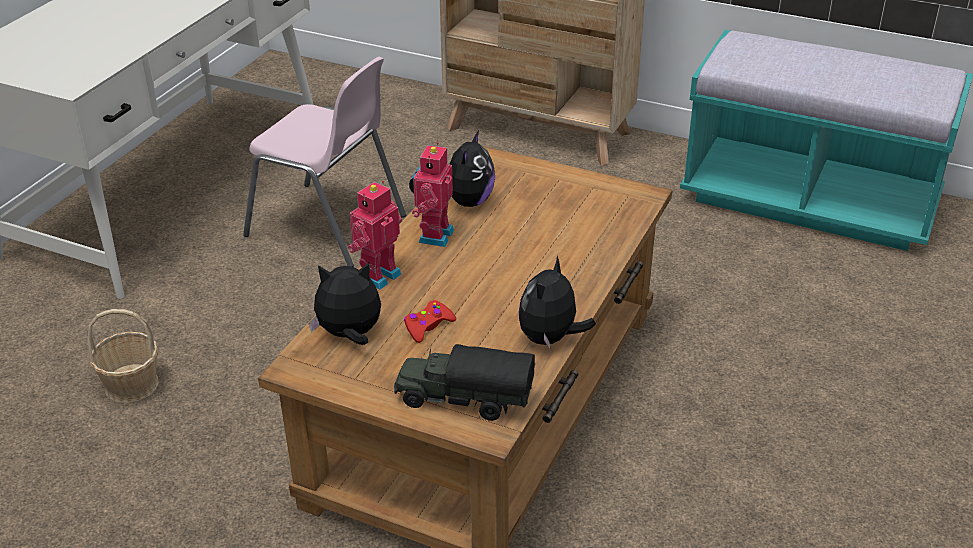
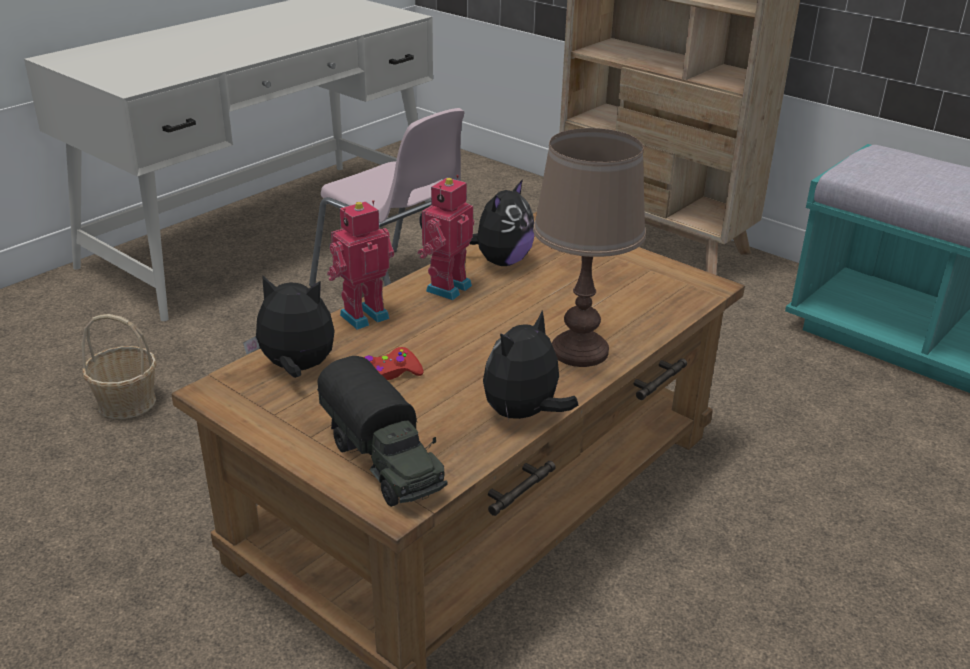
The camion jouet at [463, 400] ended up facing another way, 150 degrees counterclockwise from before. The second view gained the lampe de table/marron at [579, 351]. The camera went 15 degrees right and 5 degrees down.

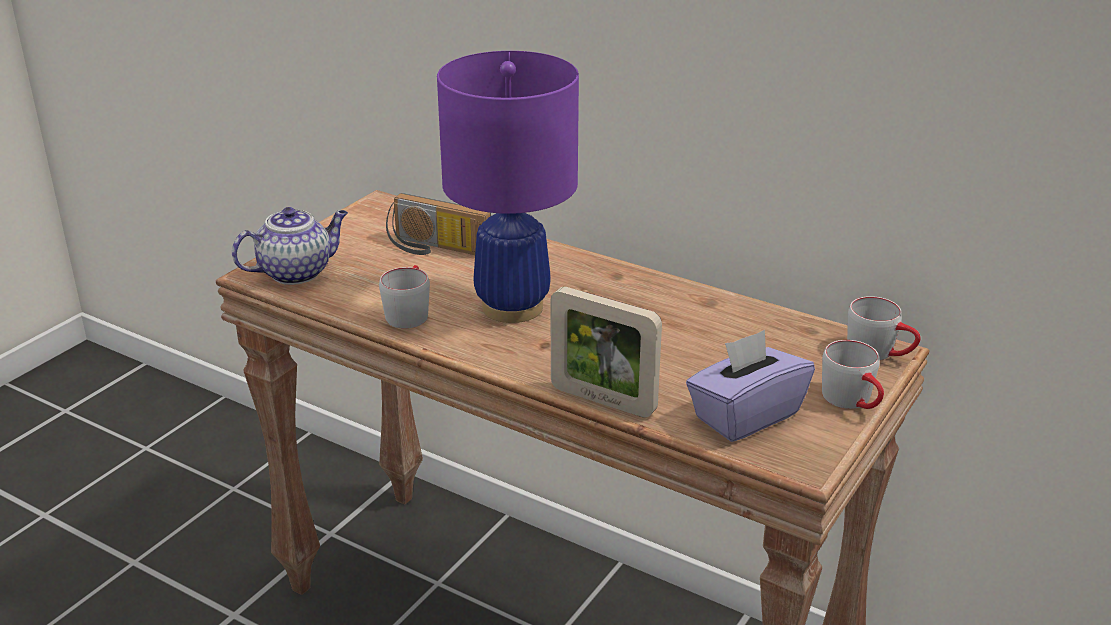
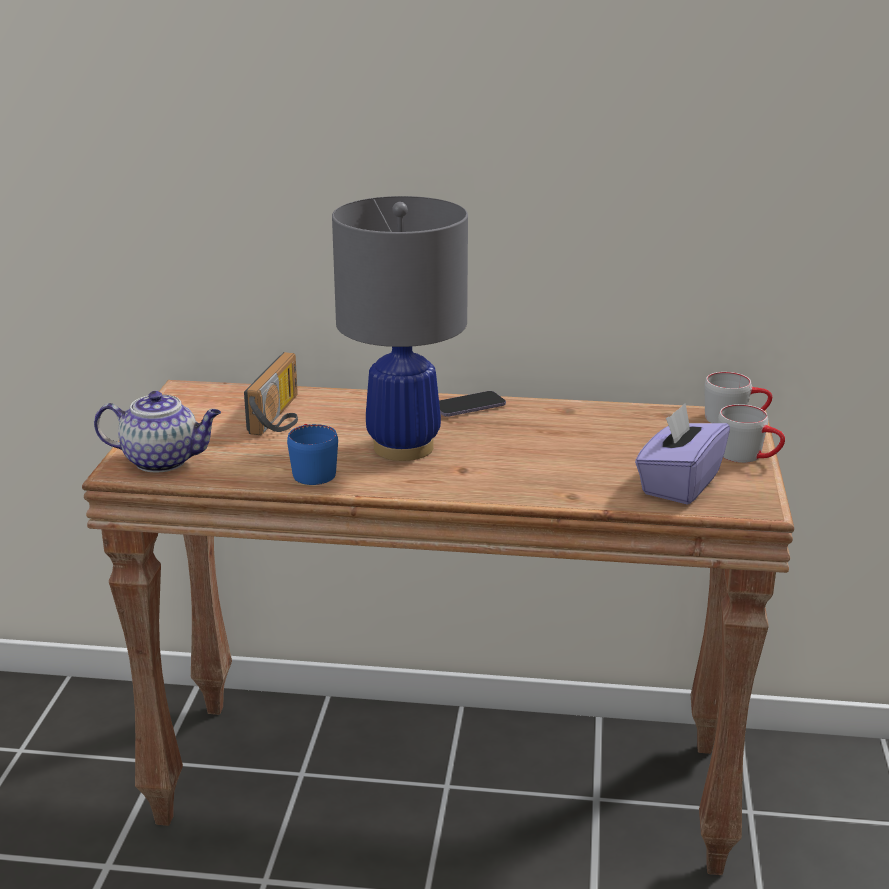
The théière at [297, 272] ended up facing another way, 60 degrees clockwise from before. What was the mug/gris at [409, 312] turned into the mug/bleu at [311, 470]. The radio at [435, 249] ended up facing another way, 75 degrees counterclockwise from before. What was the lampe de table/violet at [512, 307] turned into the lampe de table/gris at [402, 447]. The second view lost the cadre photo at [603, 400]. The second view gained the téléphone at [469, 406]. The camera went 25 degrees left and 5 degrees down.

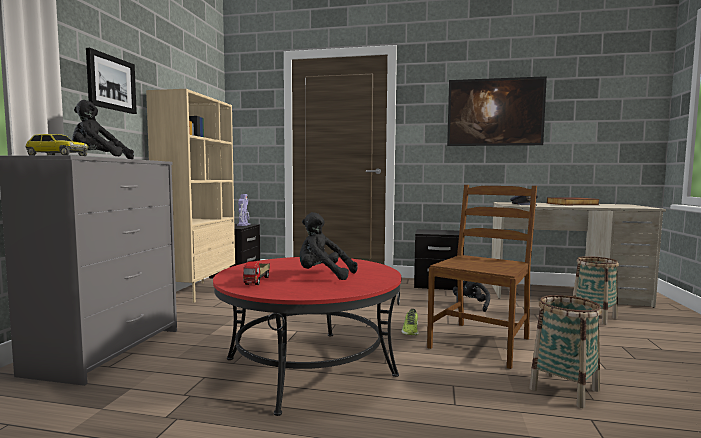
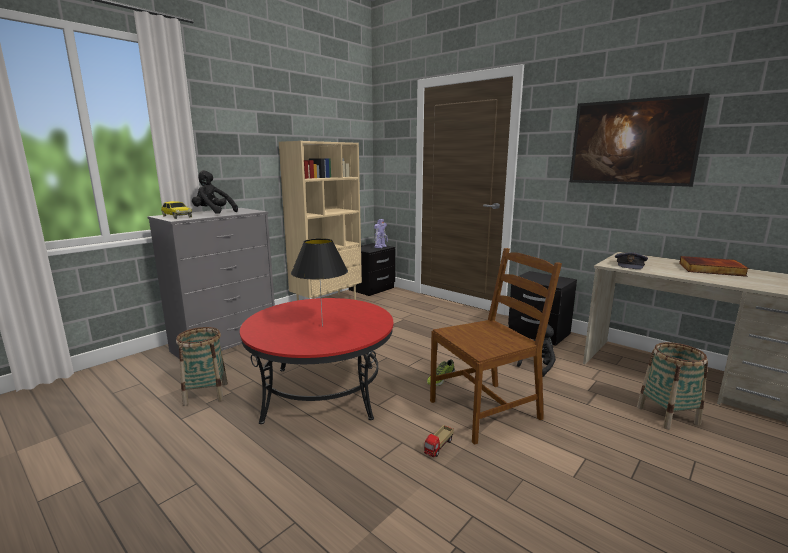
The second view lost the tableau at [111, 83]. The camion jouet ended up elsewhere, having gone from [257, 281] to [439, 447]. Where the peluche/noir stood at [323, 275], the lampe de table/noir came to stand at [322, 326]. The panier ended up elsewhere, having gone from [564, 389] to [206, 394]. The camera went 30 degrees right and 10 degrees up.

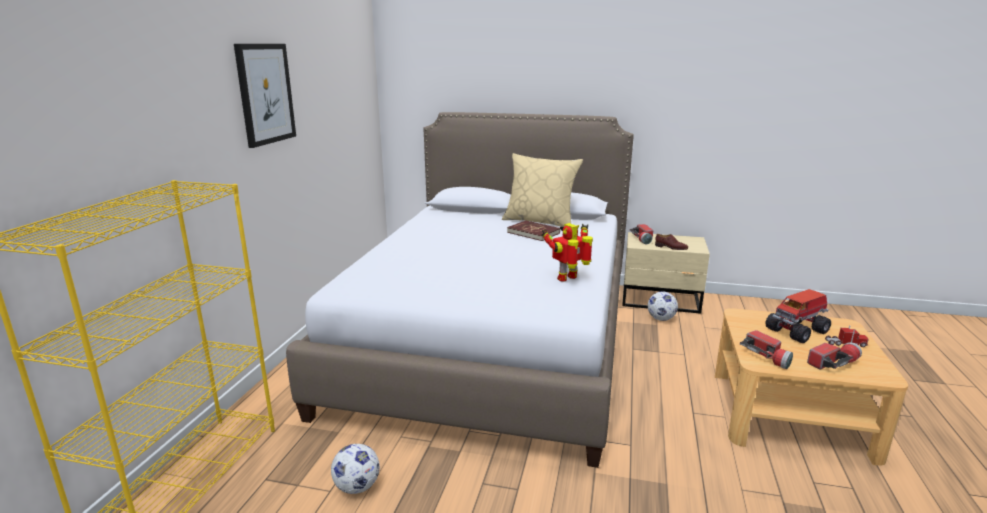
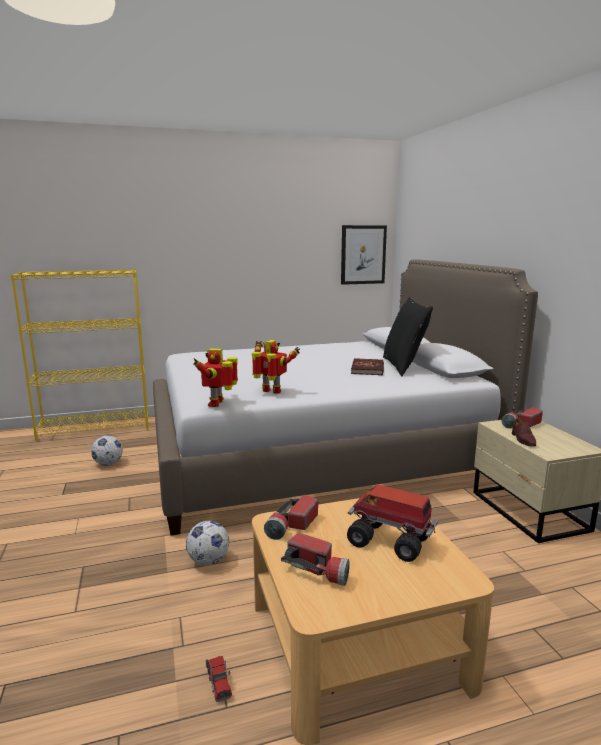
The tableau ended up elsewhere, having gone from [265, 94] to [363, 255]. What was the coussin/beige at [540, 221] turned into the coussin/noir at [404, 366]. The ballon de foot ended up elsewhere, having gone from [661, 319] to [209, 561]. The camion jouet ended up elsewhere, having gone from [845, 344] to [218, 681]. The second view gained the robot jouet at [218, 403]. The camera went 60 degrees right and 5 degrees down.

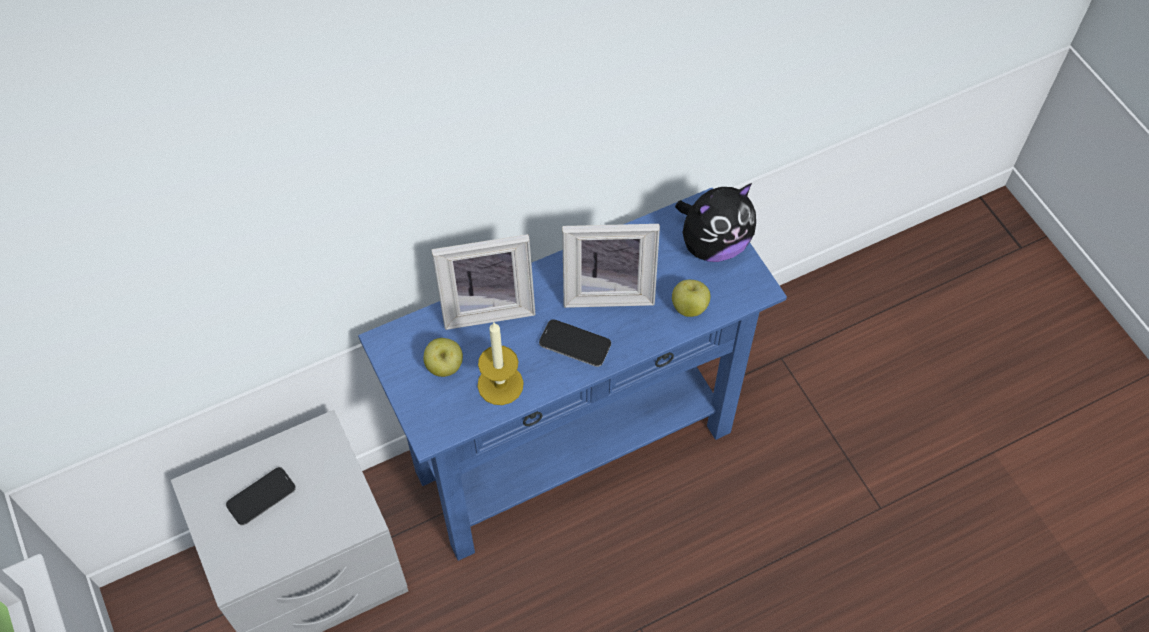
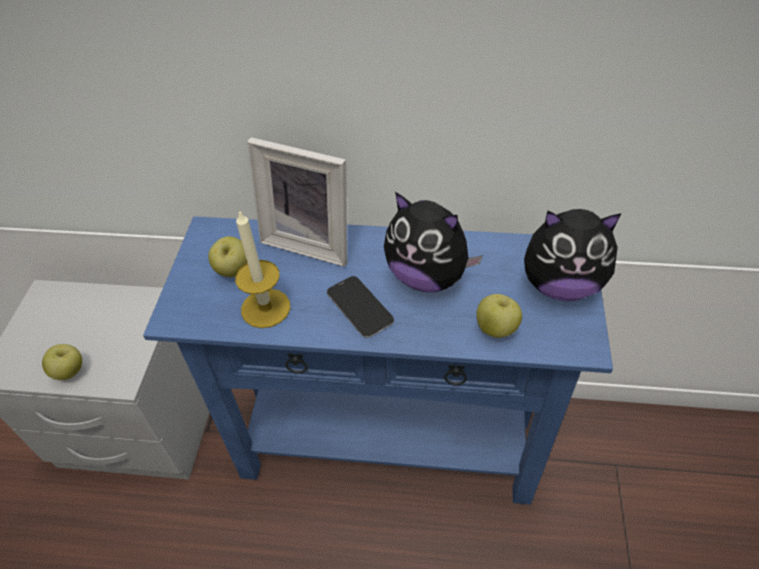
The second view lost the téléphone at [261, 497]. Where the cadre photo stood at [608, 289], the peluche came to stand at [427, 276]. The second view gained the pomme at [69, 371]. The camera went 35 degrees right and 10 degrees down.

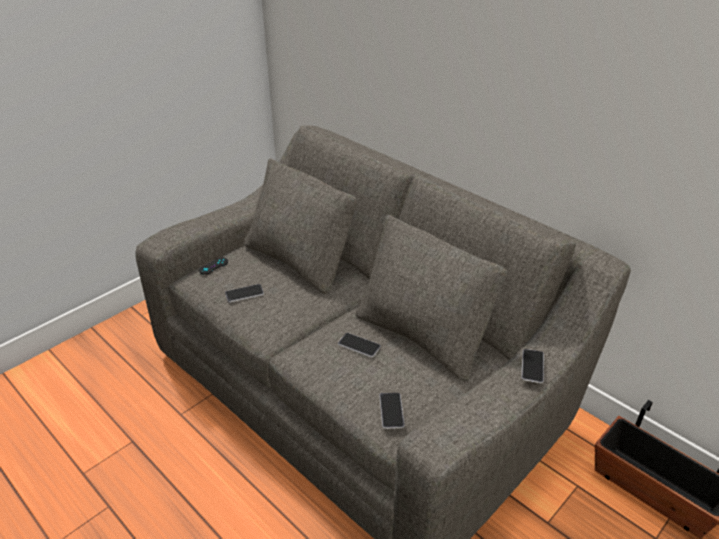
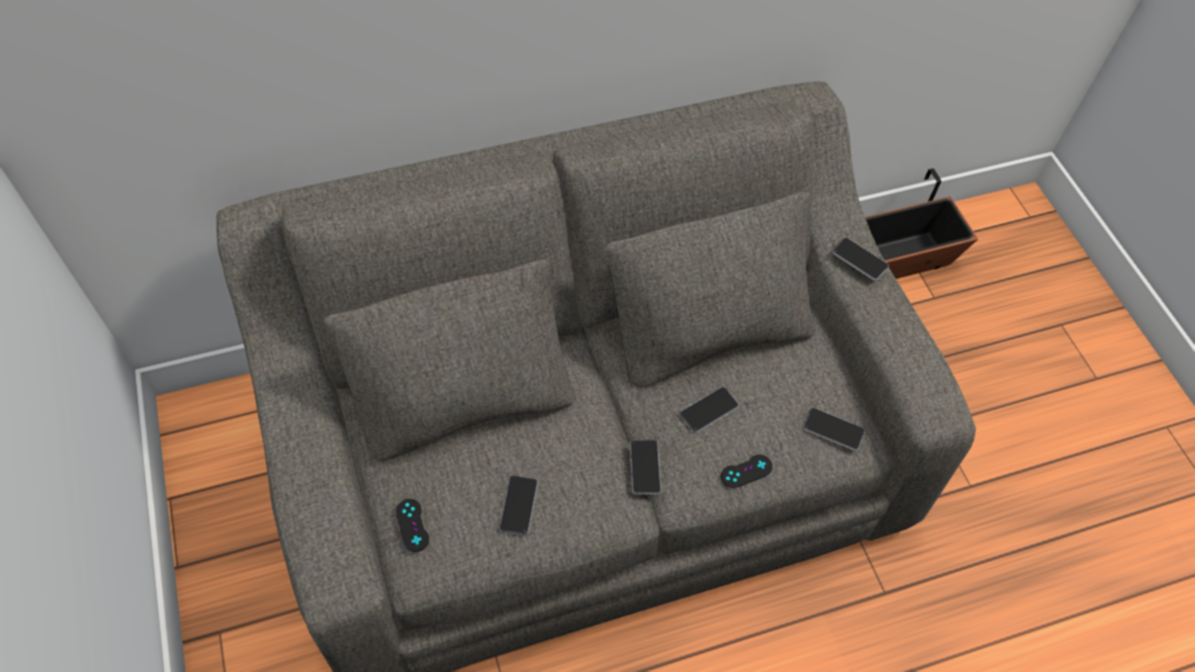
The second view gained the téléphone at [645, 467]. The second view gained the manette/noir at [746, 471]. The camera went 65 degrees left and 20 degrees up.

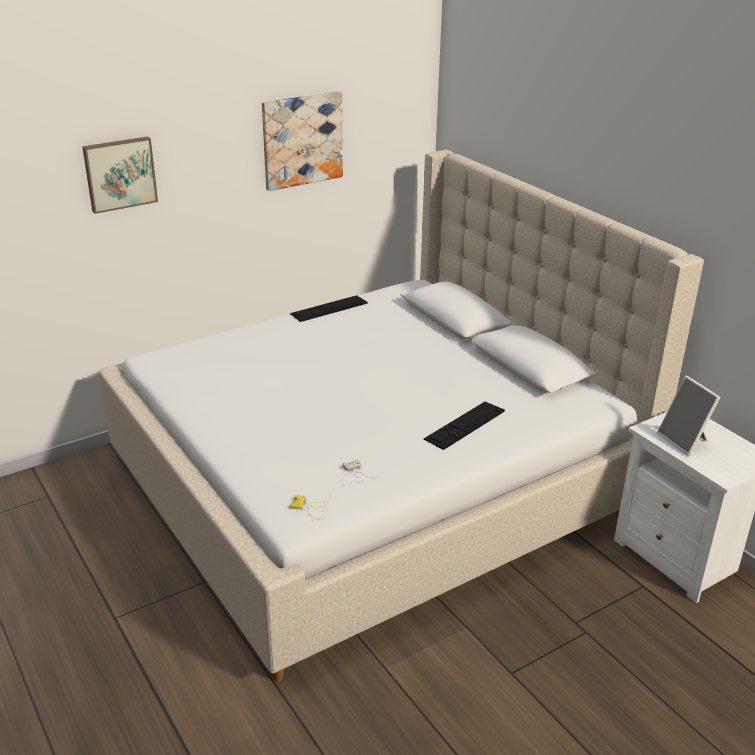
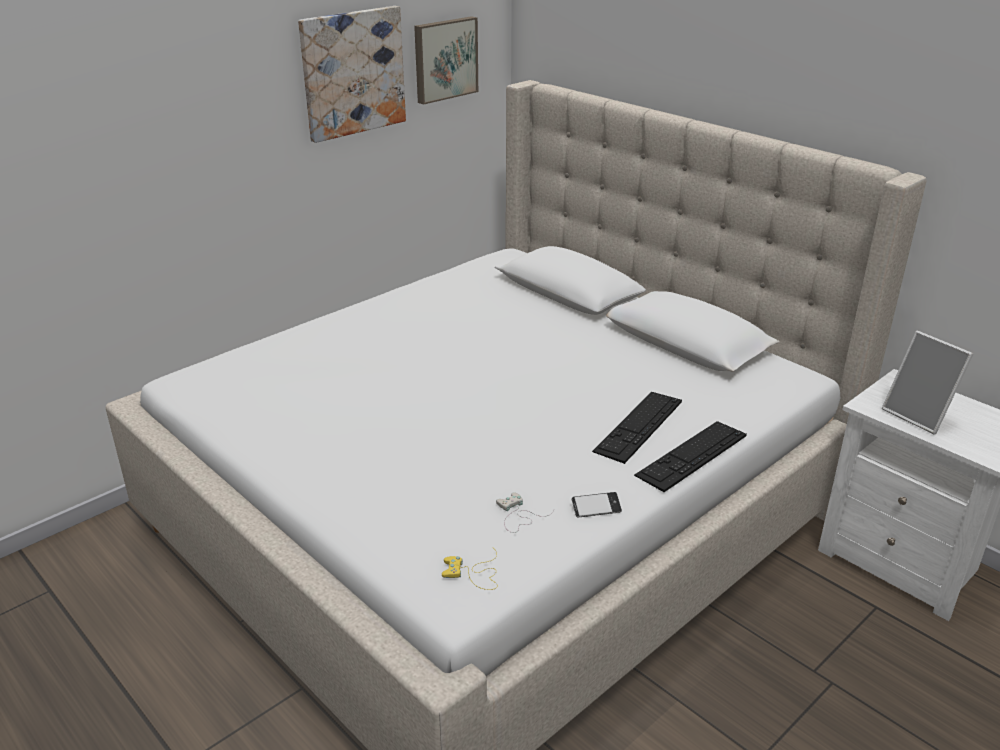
The tableau ended up elsewhere, having gone from [120, 173] to [444, 59]. The clavier ended up elsewhere, having gone from [329, 308] to [692, 455]. The second view gained the téléphone at [596, 508]. The camera went 10 degrees left and 0 degrees up.

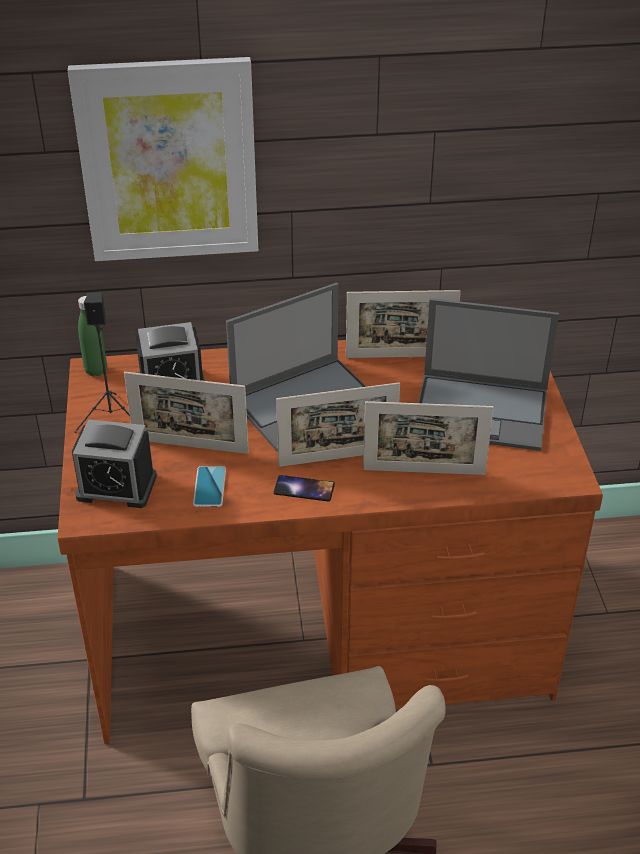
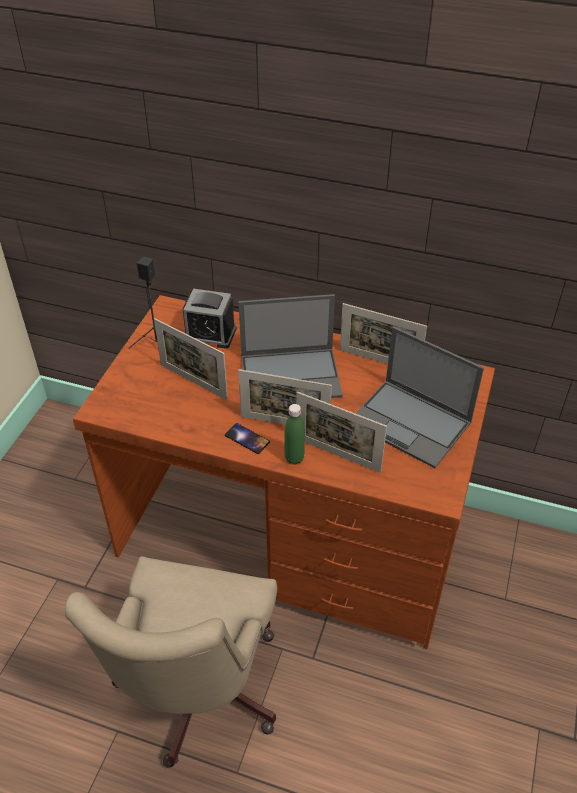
The second view lost the tableau at [168, 161]. The second view lost the réveil at [116, 487]. The bouteille/vert ended up elsewhere, having gone from [96, 370] to [294, 458]. The second view lost the téléphone at [209, 487]. The camera went 25 degrees right and 5 degrees up.

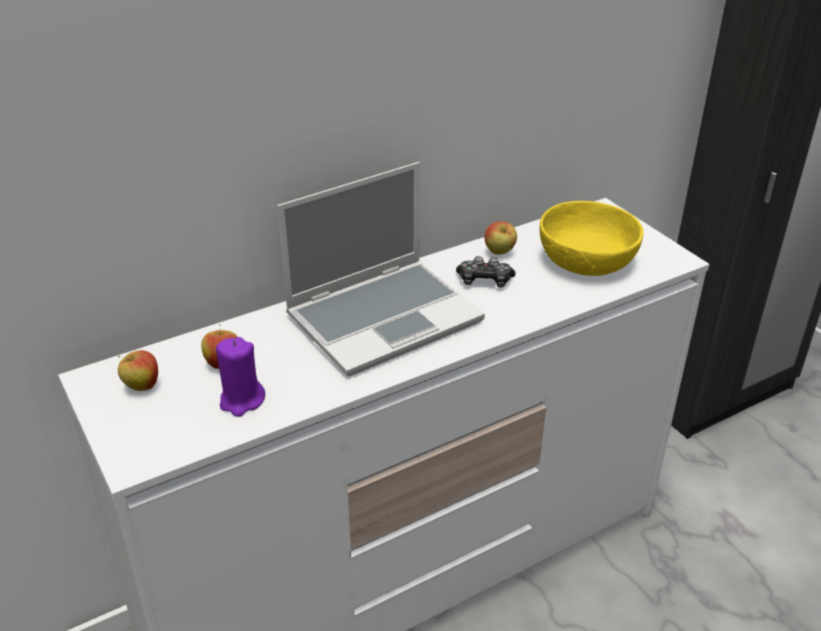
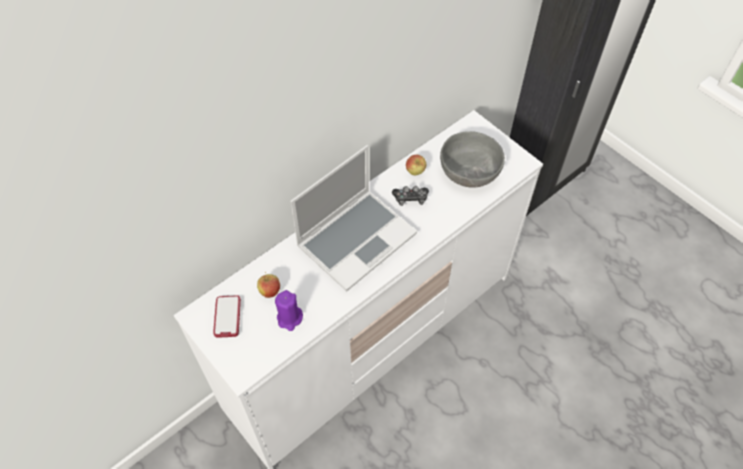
Where the pomme stood at [142, 386], the téléphone came to stand at [227, 317]. What was the bol/jaune at [587, 260] turned into the bol/gris at [469, 170]. The camera went 10 degrees left and 20 degrees up.

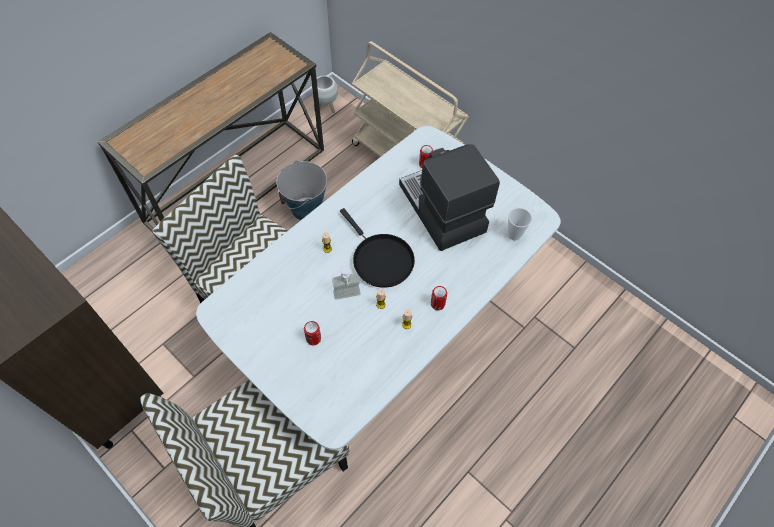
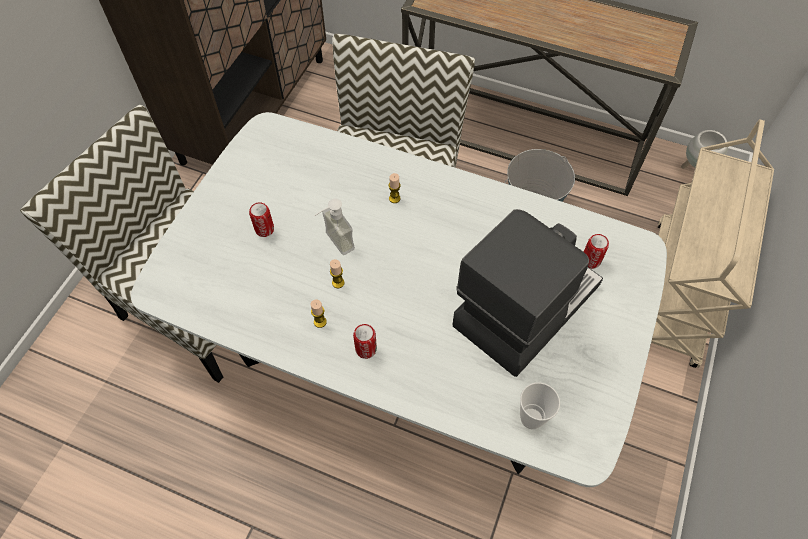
The second view lost the poêle/noir at [380, 260]. The camera went 70 degrees right and 0 degrees up.

